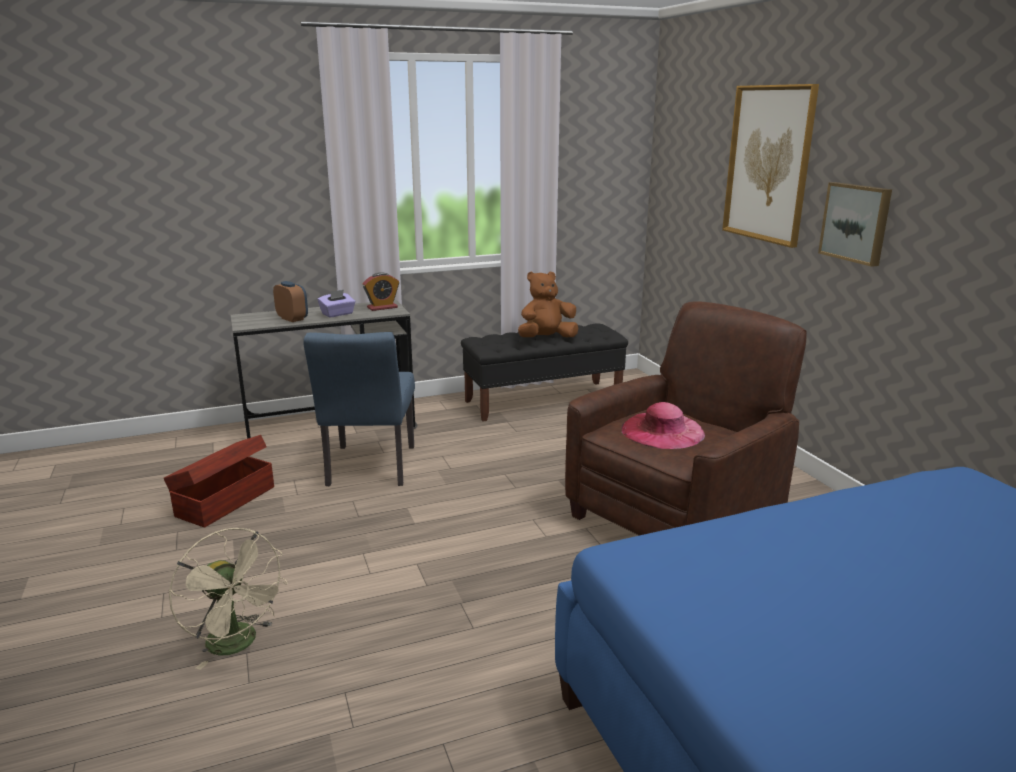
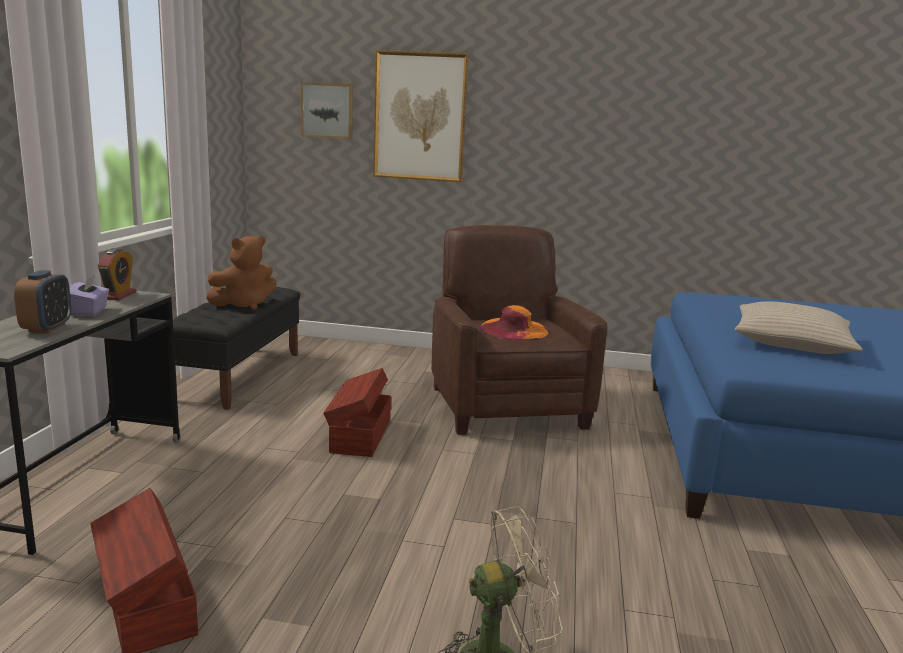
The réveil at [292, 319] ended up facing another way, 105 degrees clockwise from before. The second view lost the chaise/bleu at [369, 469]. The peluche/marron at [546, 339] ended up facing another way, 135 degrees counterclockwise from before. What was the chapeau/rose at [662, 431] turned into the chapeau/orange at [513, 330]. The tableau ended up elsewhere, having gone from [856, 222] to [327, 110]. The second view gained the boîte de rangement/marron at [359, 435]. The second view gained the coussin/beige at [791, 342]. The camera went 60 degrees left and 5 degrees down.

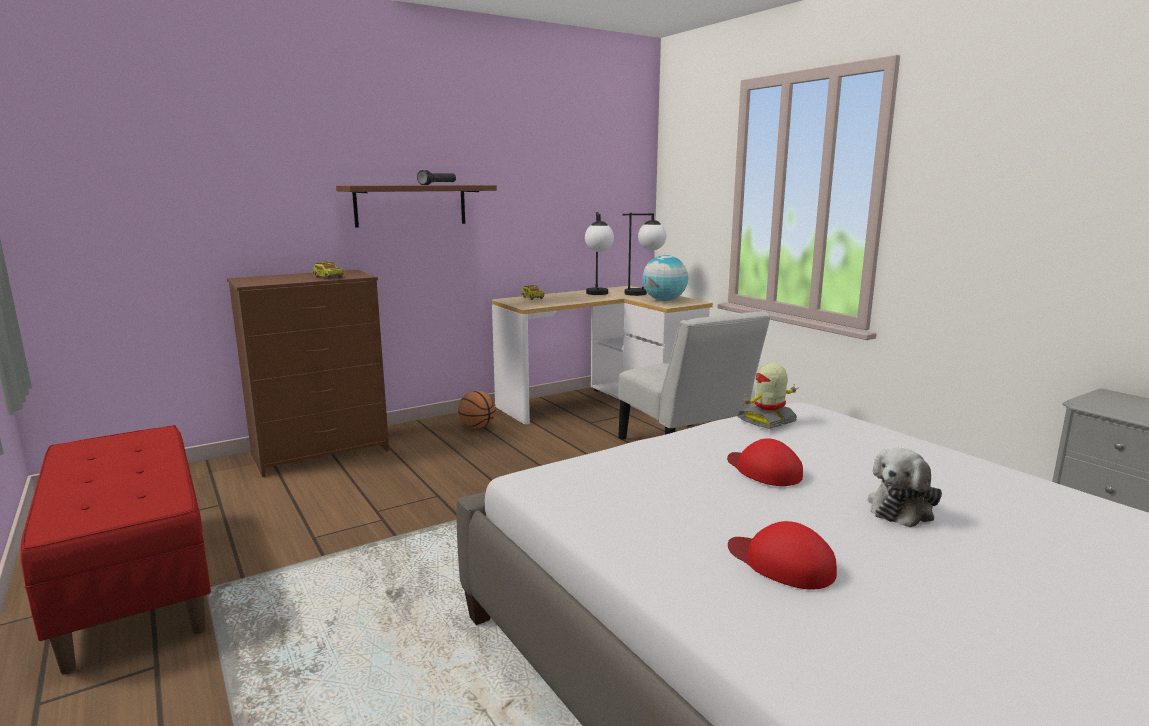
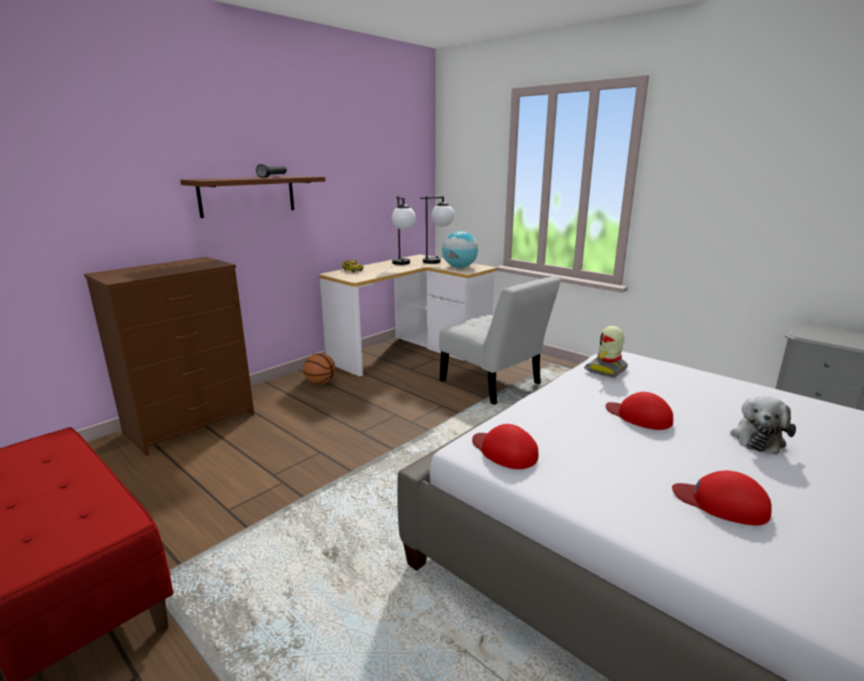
The second view lost the camion jouet at [328, 277]. The second view gained the casquette/rouge at [504, 451]. The camera went 15 degrees left and 5 degrees up.

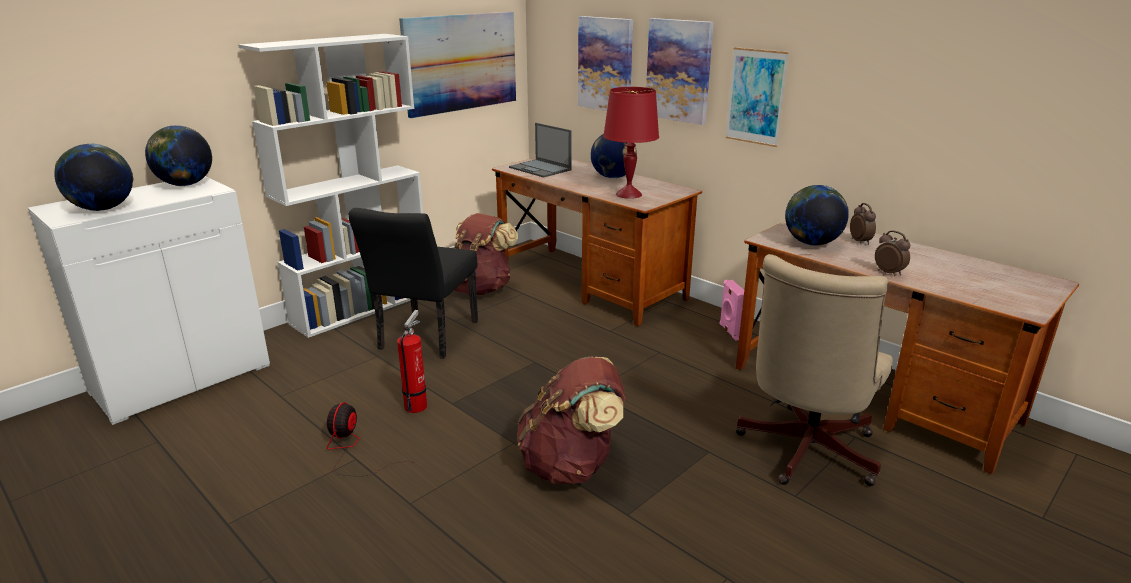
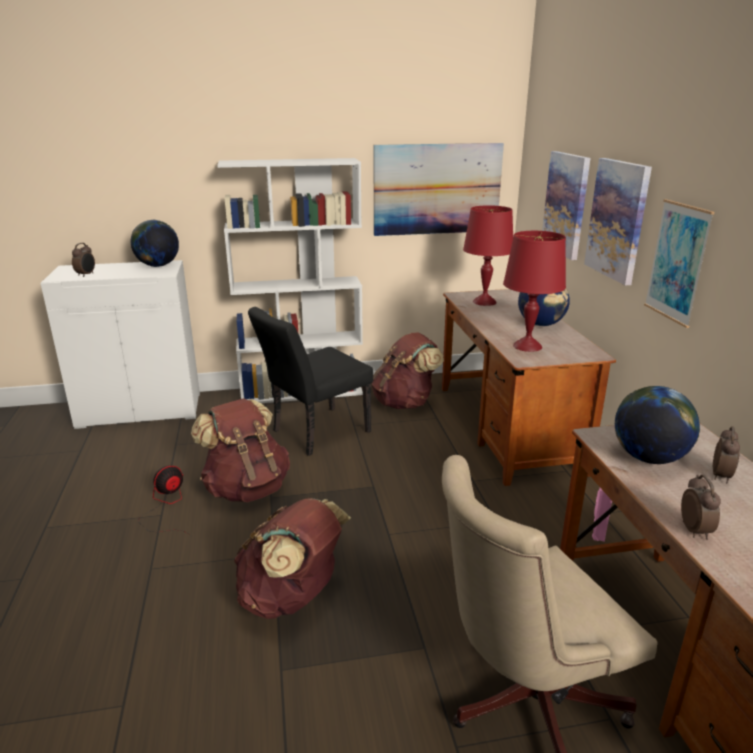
Where the globe stood at [103, 209], the réveil came to stand at [86, 275]. Where the extincteur stood at [417, 405], the sac à dos/marron came to stand at [246, 488]. Where the ordinateur portable stood at [540, 169], the lampe de table/rouge came to stand at [484, 302]. The camera went 35 degrees right and 0 degrees up.

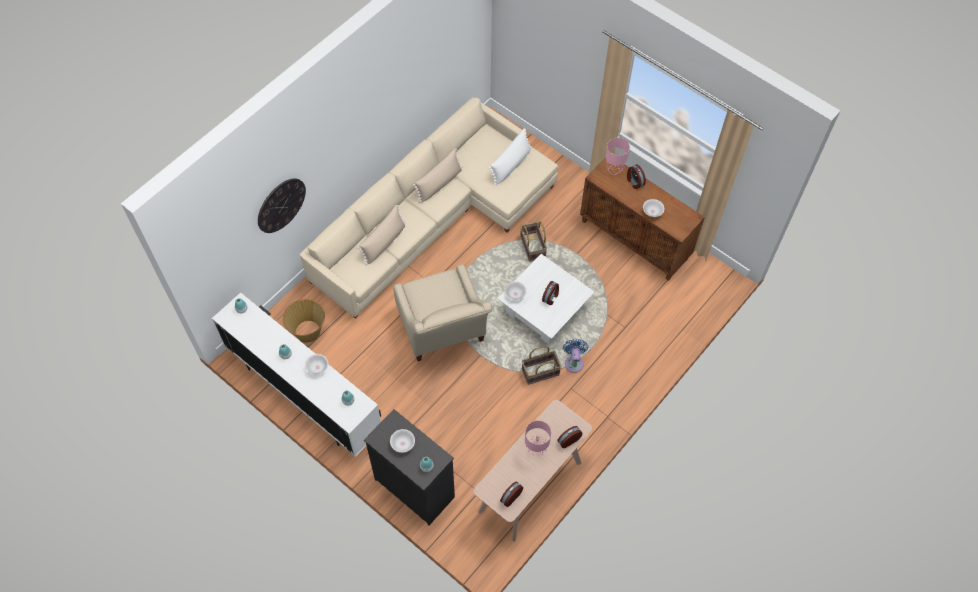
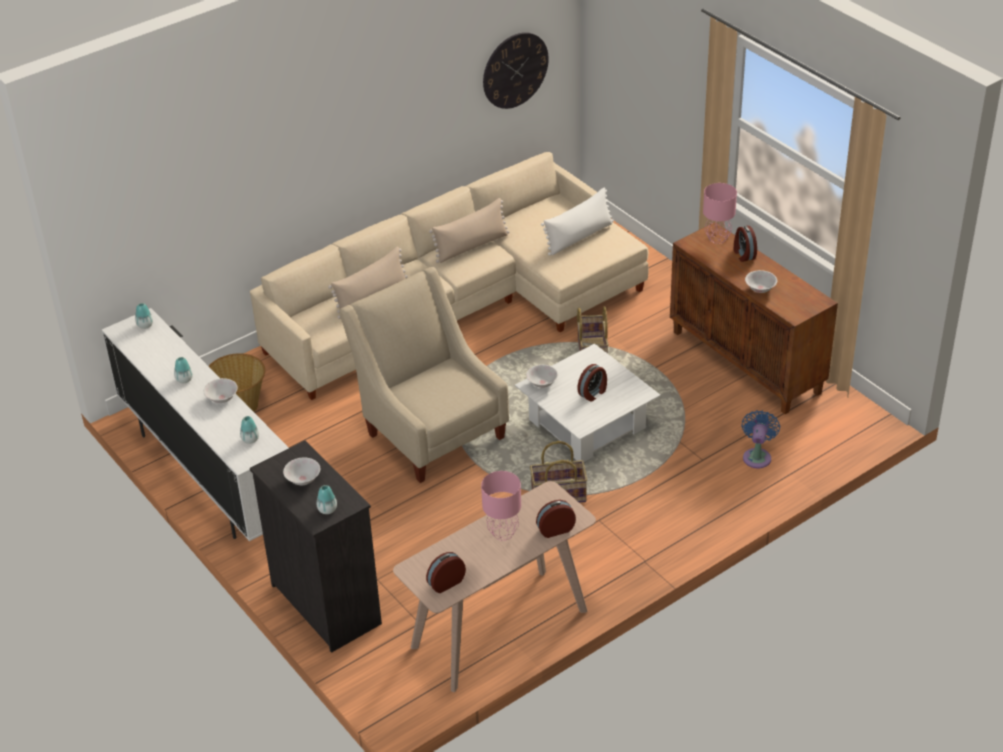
The horloge murale ended up elsewhere, having gone from [281, 205] to [515, 70]. The fauteuil/beige at [443, 332] ended up facing another way, 150 degrees clockwise from before. The ventilateur/bleu ended up elsewhere, having gone from [574, 362] to [757, 456]. The camera went 15 degrees right and 20 degrees down.

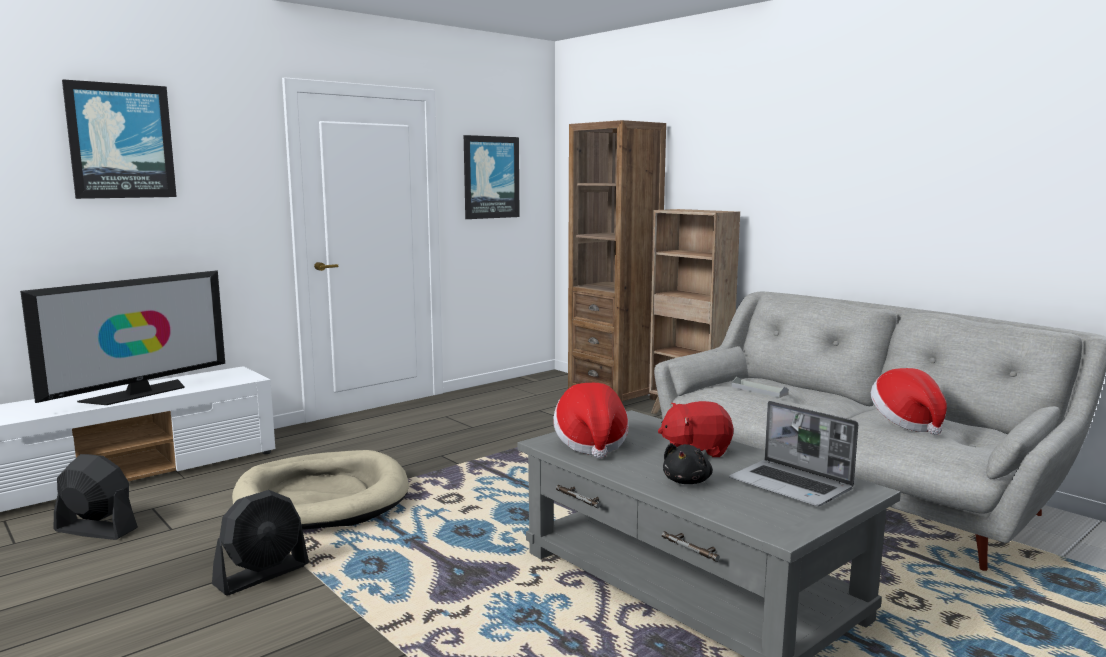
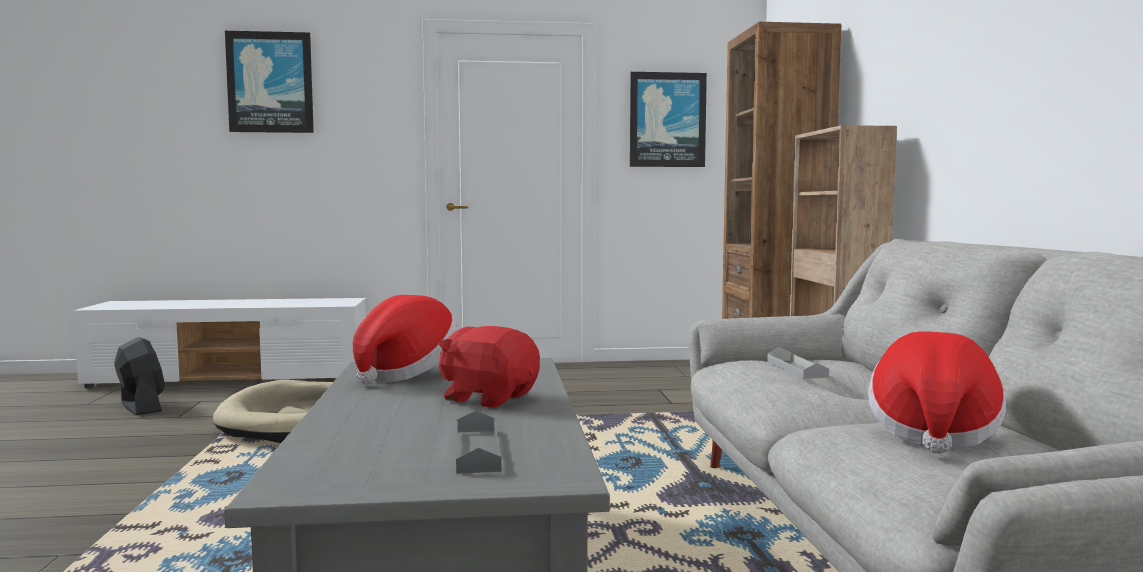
The second view lost the téléviseur at [138, 393]. The second view lost the ventilateur/noir at [262, 575]. The second view lost the peluche/noir at [687, 481]. Where the ordinateur portable stood at [792, 485], the plateau/gris came to stand at [477, 450]. The camera went 35 degrees right and 5 degrees down.

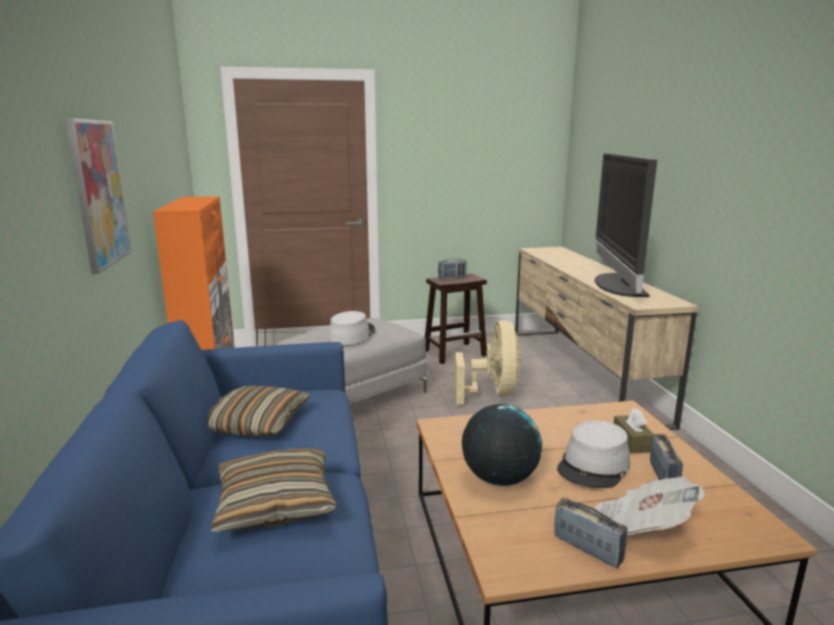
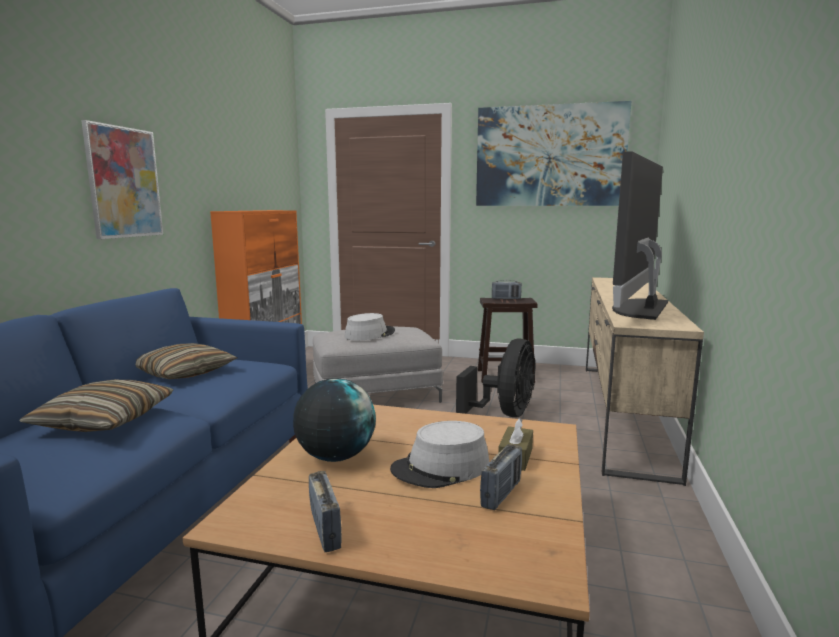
What was the ventilateur/beige at [492, 393] turned into the ventilateur/noir at [504, 413]. The second view lost the journal at [641, 527]. The second view gained the tableau at [549, 156]. The camera went 25 degrees right and 5 degrees down.

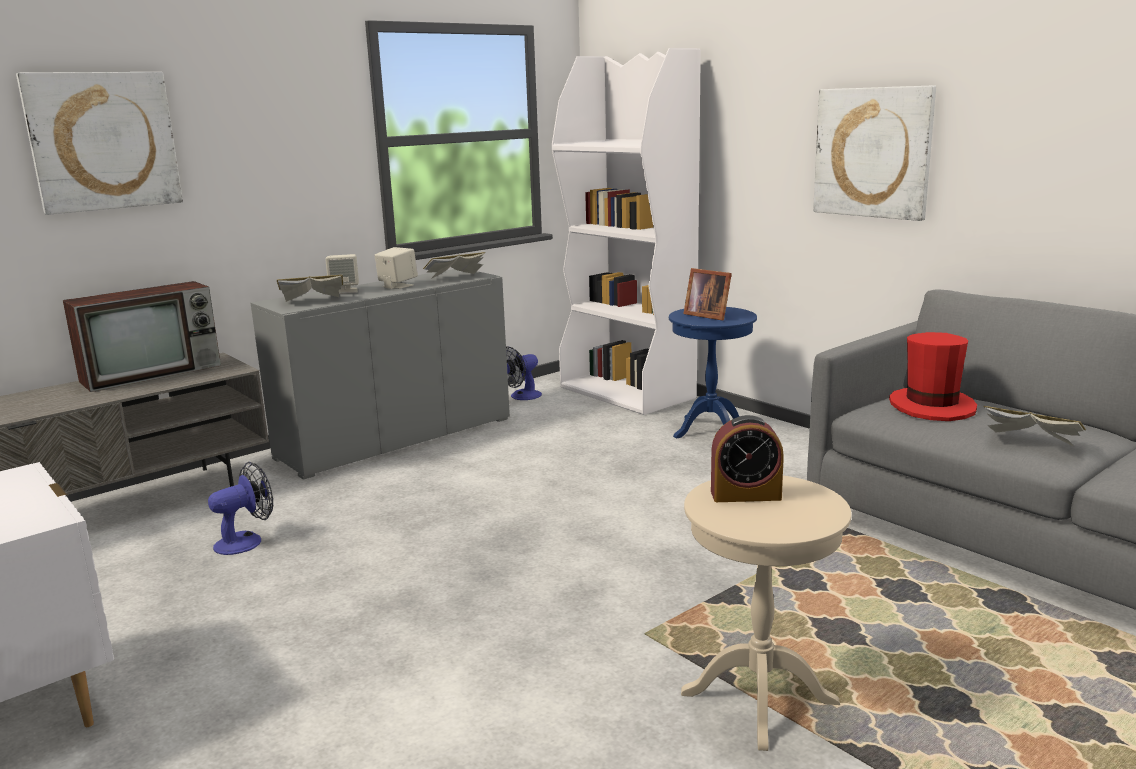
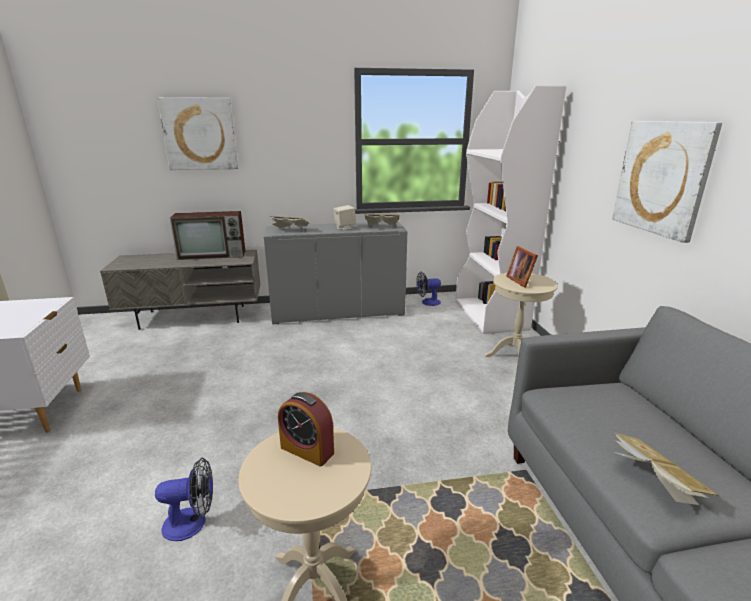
The ventilateur ended up elsewhere, having gone from [246, 541] to [192, 522]. The second view lost the enceinte/beige at [345, 291]. What was the table d'appoint/bleu at [710, 429] turned into the table d'appoint/beige at [514, 357]. The second view lost the chapeau/rouge at [932, 407]. The camera went 30 degrees right and 5 degrees up.

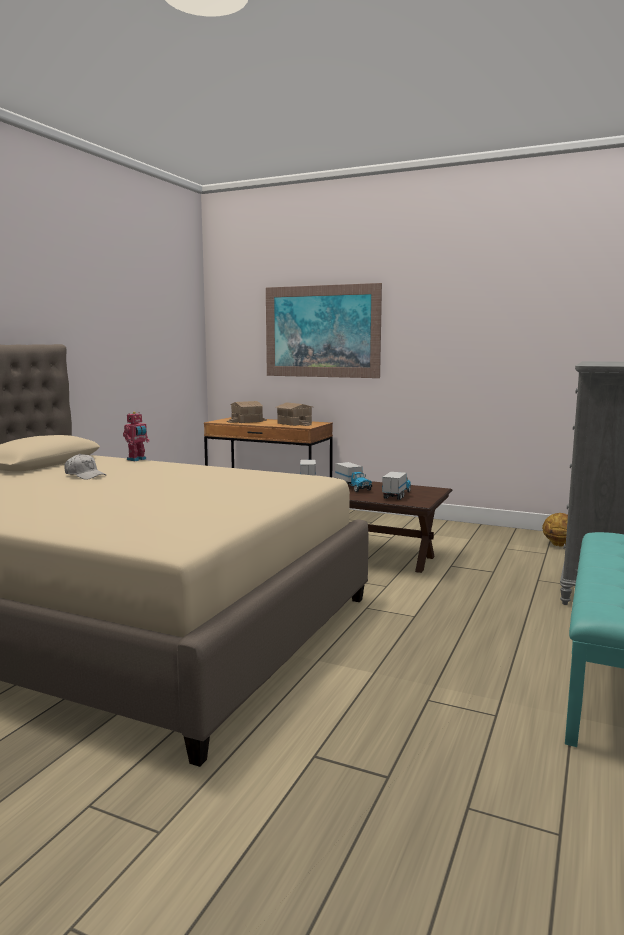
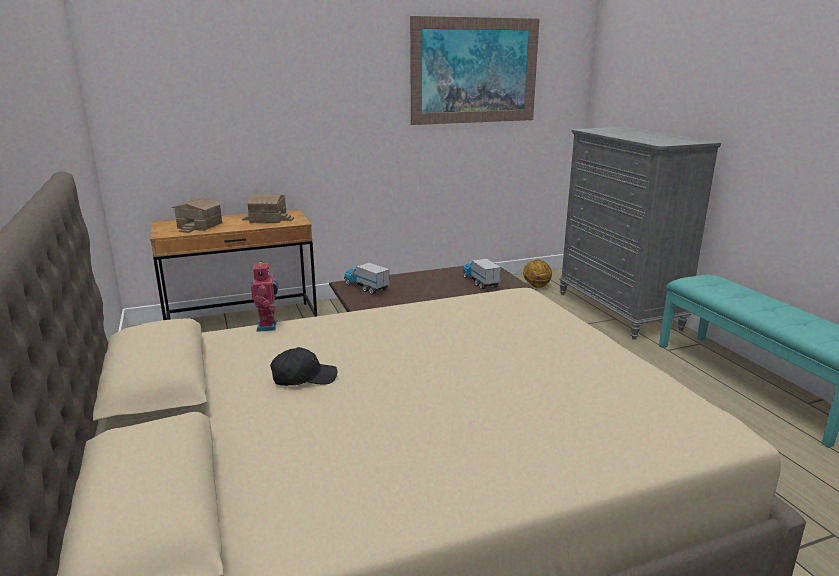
What was the casquette/blanc at [85, 475] turned into the casquette/noir at [303, 377]. The tableau ended up elsewhere, having gone from [321, 331] to [475, 71]. The second view lost the camion jouet at [353, 487]. The camera went 45 degrees left and 10 degrees up.

